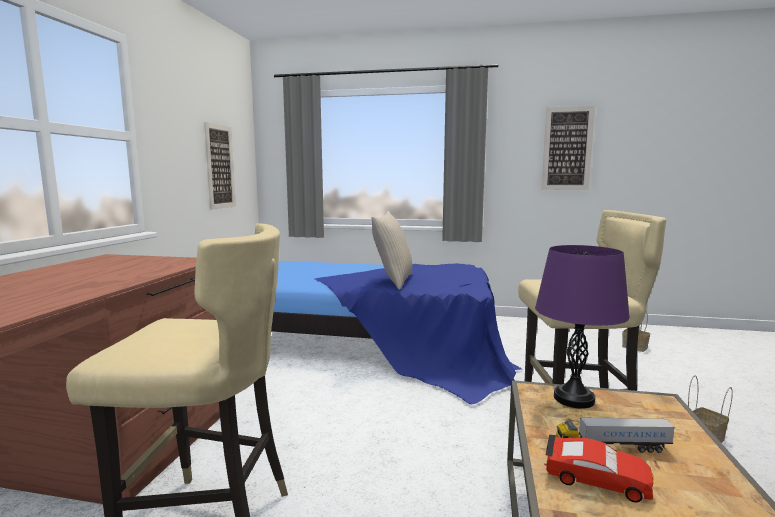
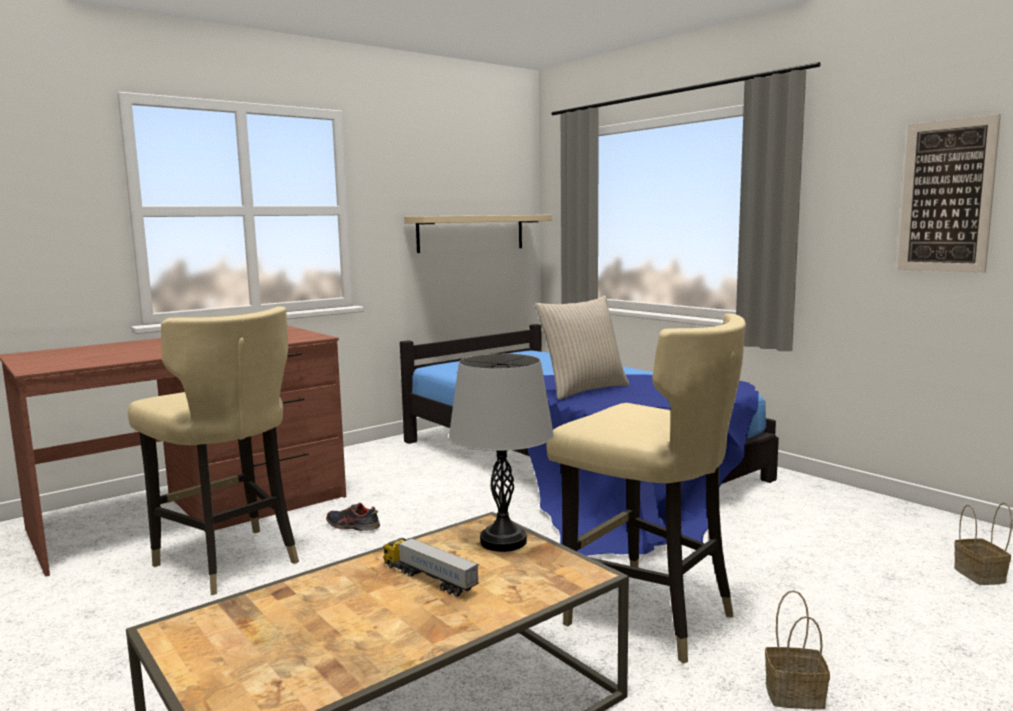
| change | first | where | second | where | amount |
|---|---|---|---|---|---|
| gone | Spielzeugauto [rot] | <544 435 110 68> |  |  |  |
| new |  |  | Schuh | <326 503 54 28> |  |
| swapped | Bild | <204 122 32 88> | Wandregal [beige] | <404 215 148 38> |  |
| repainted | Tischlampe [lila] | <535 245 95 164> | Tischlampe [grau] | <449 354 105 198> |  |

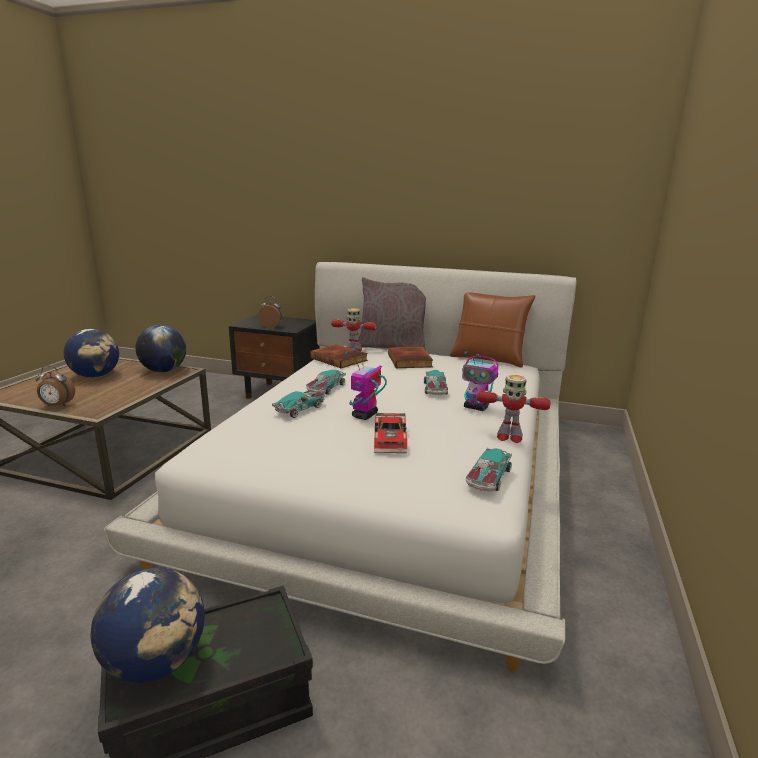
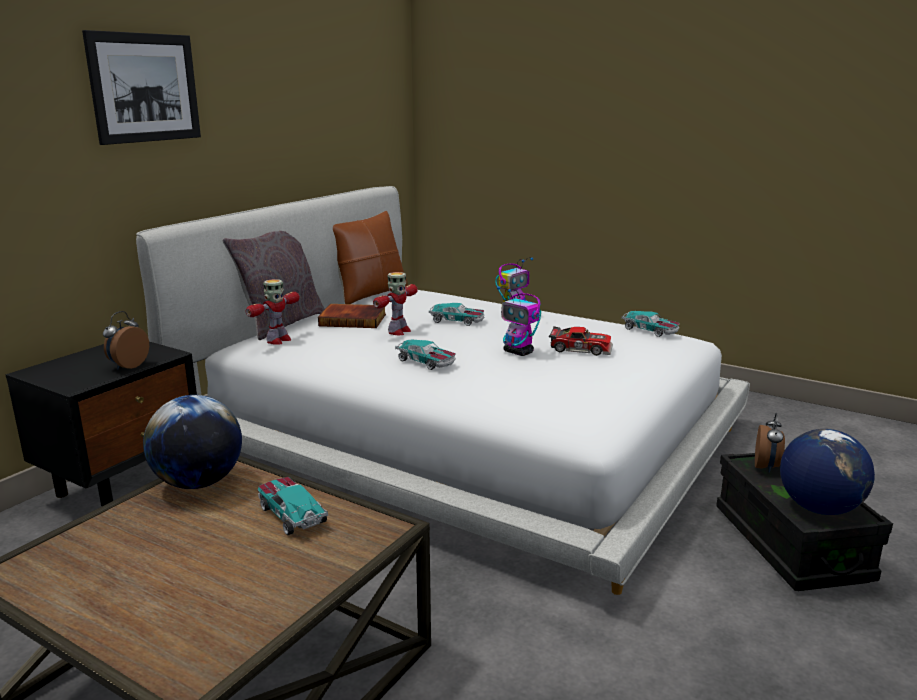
| change | first | where | second | where | amount |
|---|---|---|---|---|---|
| gone | Globus | <64 329 55 49> |  |  |  |
| gone | Buch | <310 344 58 24> |  |  |  |
| new |  |  | Bild | <82 30 119 115> |  |
| shifted | Wecker | <35 365 40 42> |  | <755 413 30 60> |  |
| shifted | Spielzeugauto | <272 390 53 28> |  | <258 477 70 58> |  |
| shifted | Spielzeugroboter | <477 375 74 68> |  | <373 272 45 63> |  |

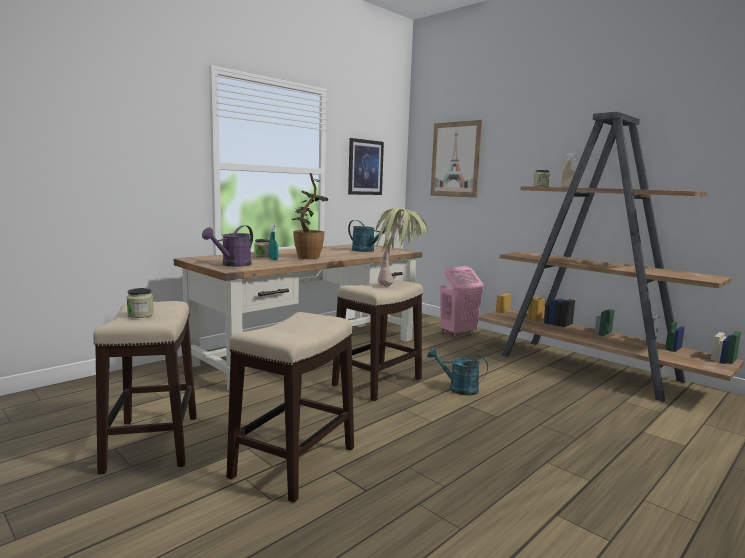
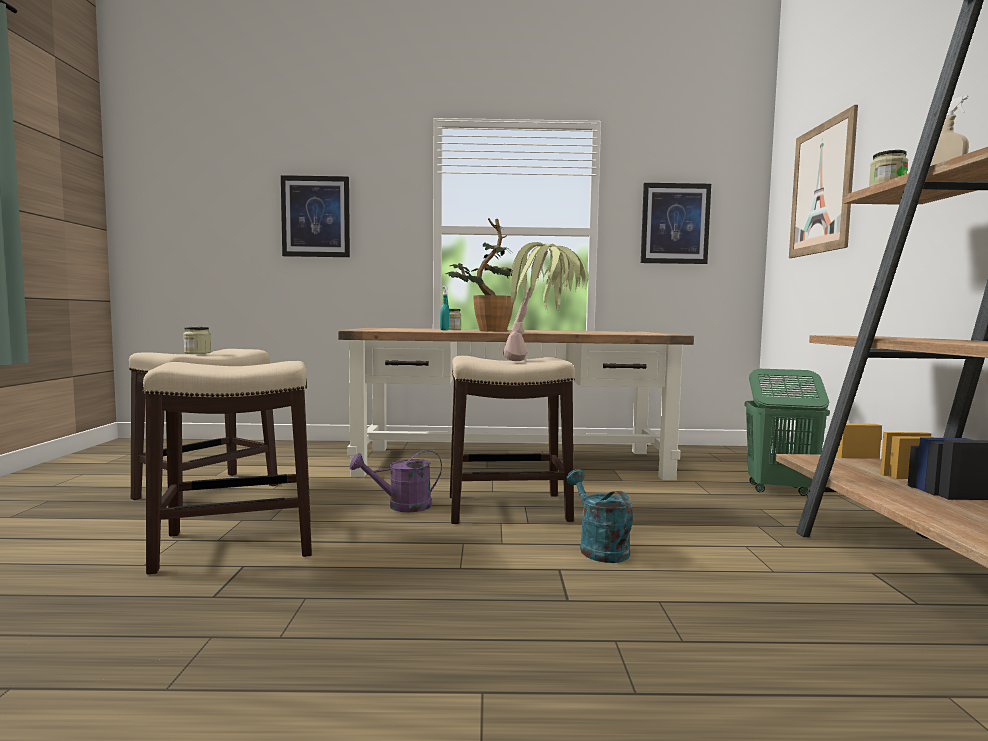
| change | first | where | second | where | amount |
|---|---|---|---|---|---|
| gone | Gießkanne [türkis] | <348 220 44 32> |  |  |  |
| new |  |  | Bild | <281 175 69 82> |  |
| shifted | Gießkanne [lila] | <202 225 51 42> |  | <350 450 92 62> |  |
| repainted | Wäschekorb [rosa] | <439 266 45 71> | Wäschekorb [grün] | <744 369 86 127> |  |

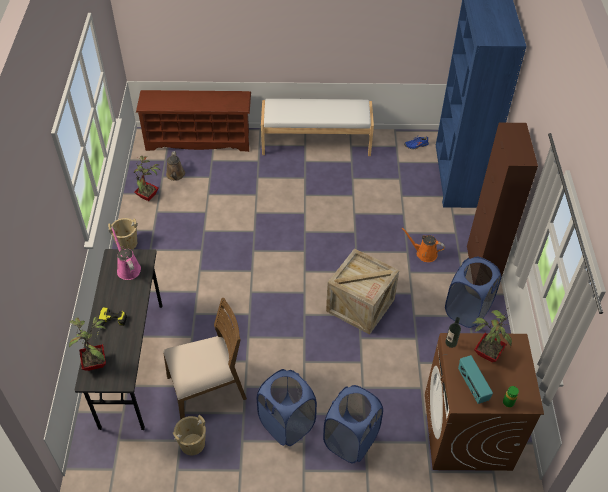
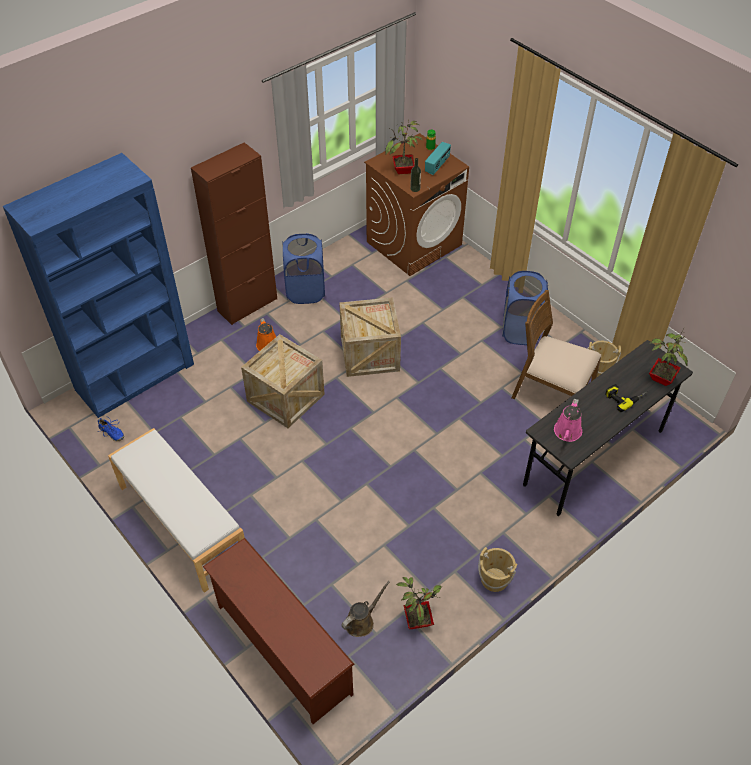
| change | first | where | second | where | amount |
|---|---|---|---|---|---|
| gone | Wäschekorb [blau] | <323 385 60 78> |  |  |  |
| new |  |  | Kiste | <241 334 84 94> |  |

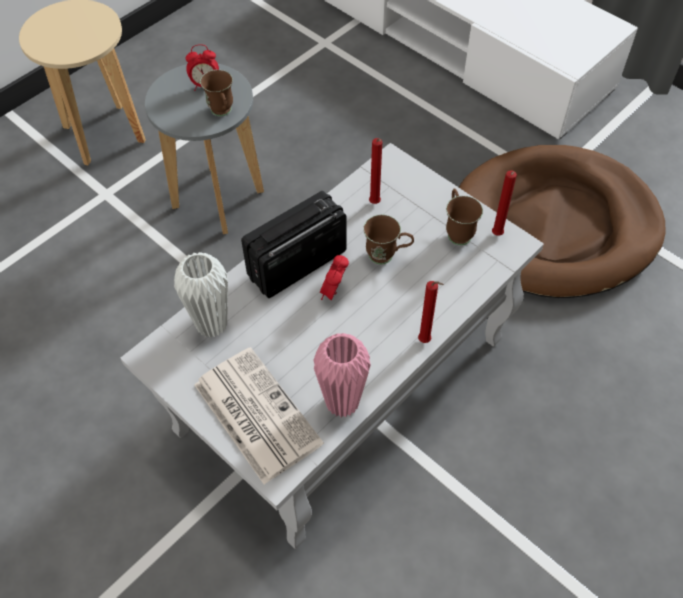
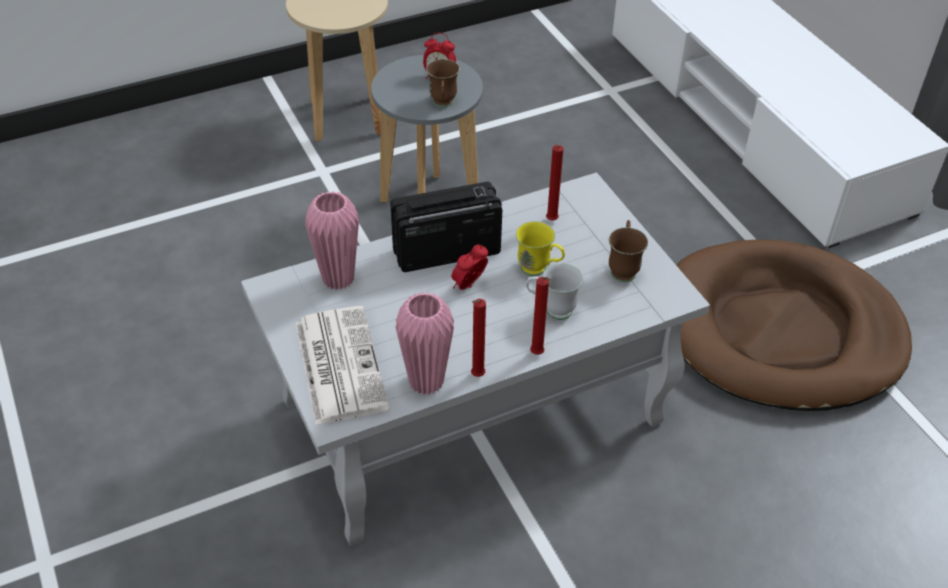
| change | first | where | second | where | amount |
|---|---|---|---|---|---|
| new |  |  | Henkelbecher [weiß] | <526 264 57 56> |  |
| shifted | Kerze [rot] | <492 170 25 66> |  | <471 299 15 78> |  |
| repainted | Vase [weiß] | <174 252 54 86> | Vase [rosa] | <305 191 54 99> |  |
| repainted | Henkelbecher [braun] | <363 215 51 50> | Henkelbecher [gelb] | <516 221 49 55> |  |

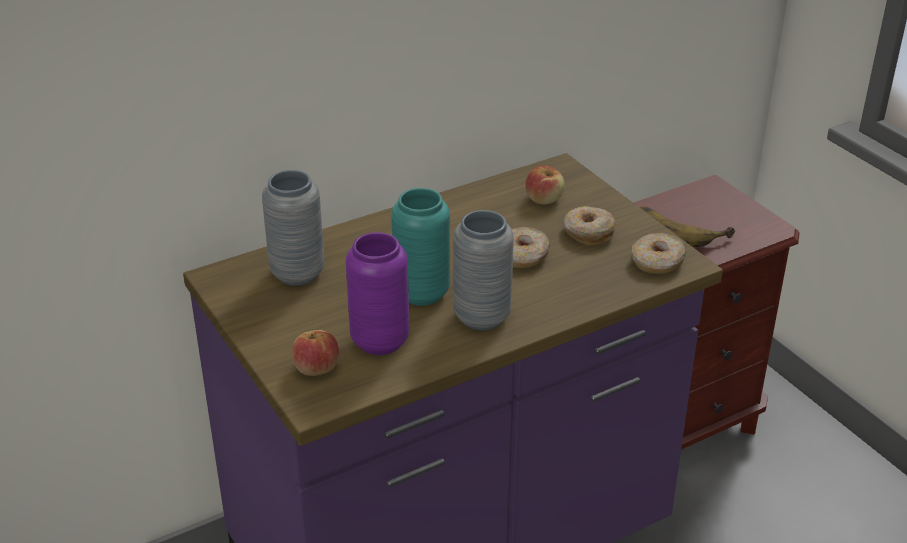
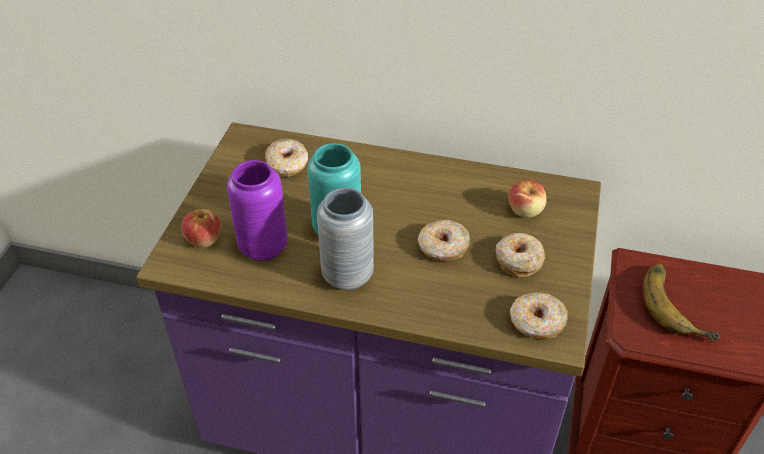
| change | first | where | second | where | amount |
|---|---|---|---|---|---|
| swapped | Vase [grau] | <262 170 63 116> | Donut | <265 139 43 38> |  |

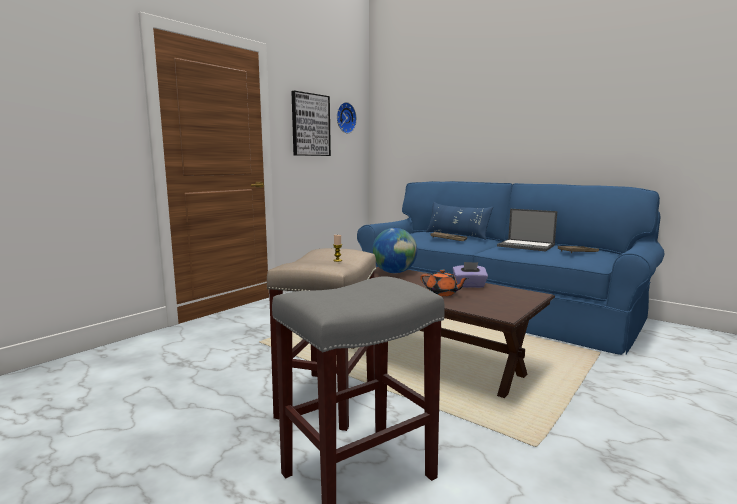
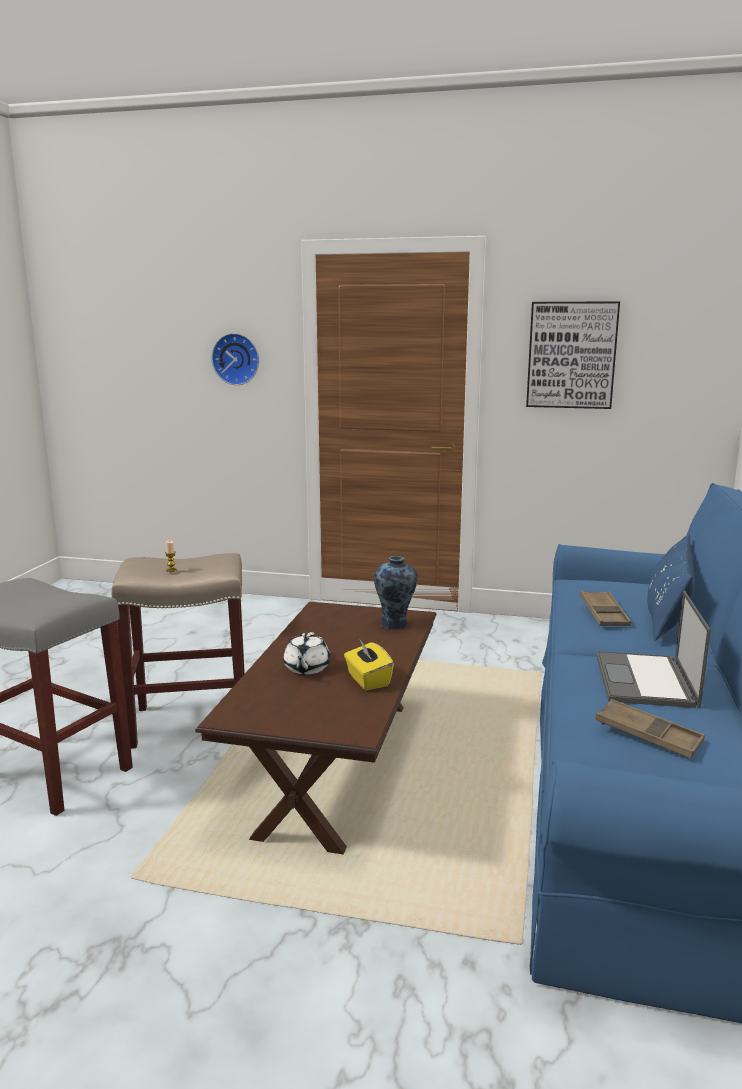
| change | first | where | second | where | amount |
|---|---|---|---|---|---|
| shifted | Wanduhr | <337 102 20 31> |  | <211 333 48 52> |  |
| swapped | Globus | <372 228 45 45> | Vase | <374 556 44 74> |  |
| repainted | Teekanne [orange] | <420 269 49 27> | Teekanne [weiß] | <283 632 47 43> |  |
| repainted | Taschentuchbox [lila] | <453 262 35 26> | Taschentuchbox [gelb] | <344 640 50 50> |  |

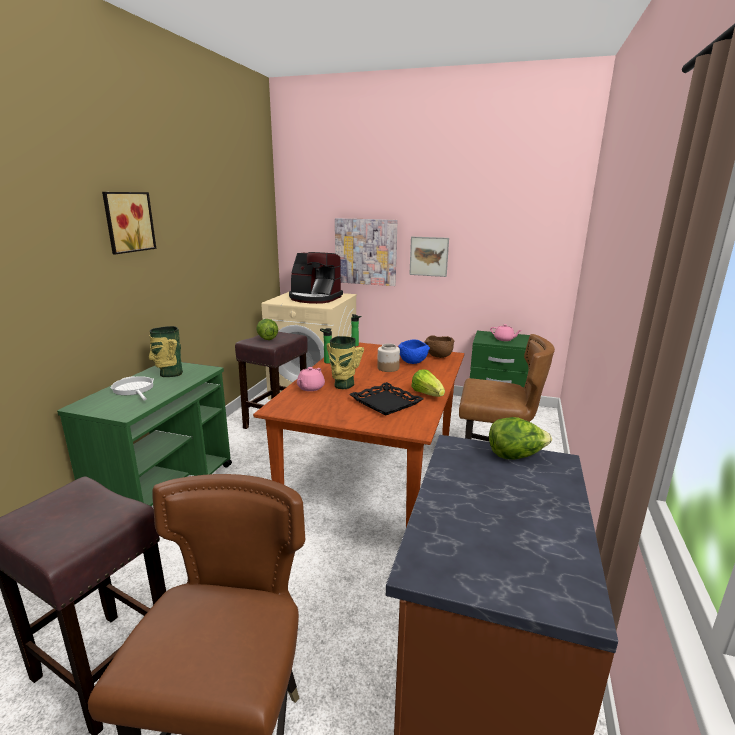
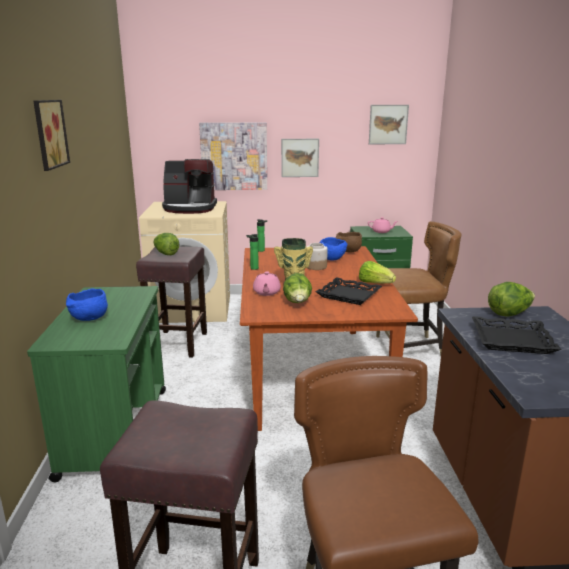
| change | first | where | second | where | amount |
|---|---|---|---|---|---|
| gone | Vase | <149 326 34 51> |  |  |  |
| new |  |  | Salatkopf | <283 273 29 30> |  |
| new |  |  | Bild | <369 105 40 39> |  |
| new |  |  | Tablett [schwarz] | <472 316 89 38> |  |
| swapped | Pfanne | <110 376 44 25> | Schüssel [blau] | <66 288 42 33> |  |

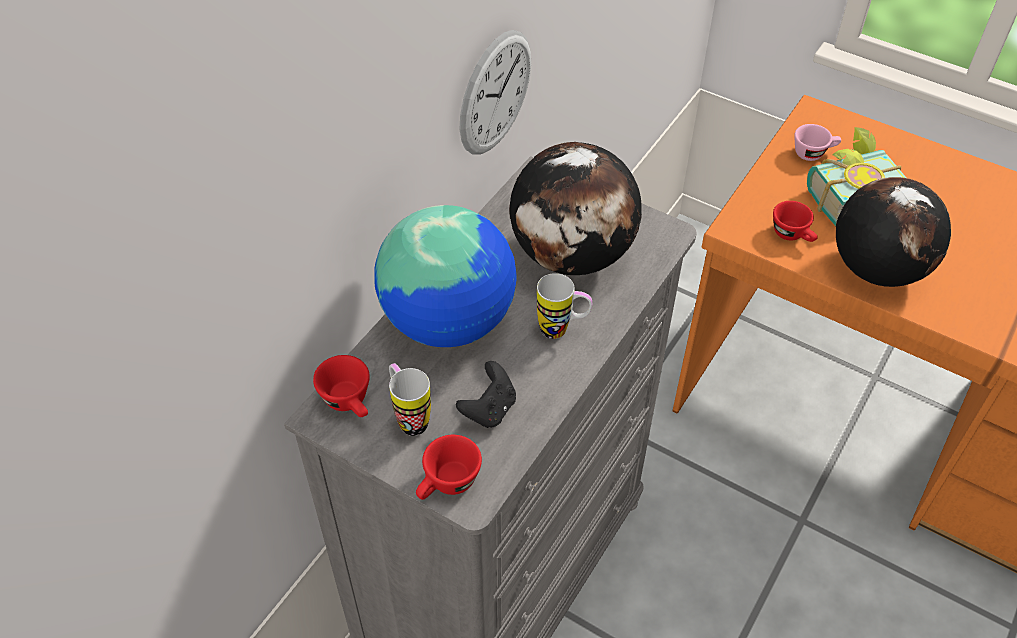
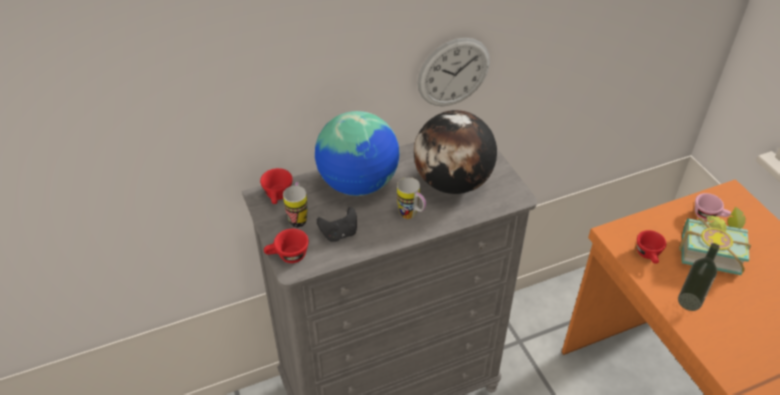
| change | first | where | second | where | amount |
|---|---|---|---|---|---|
| swapped | Globus | <836 177 115 110> | Flasche | <678 243 42 68> |  |

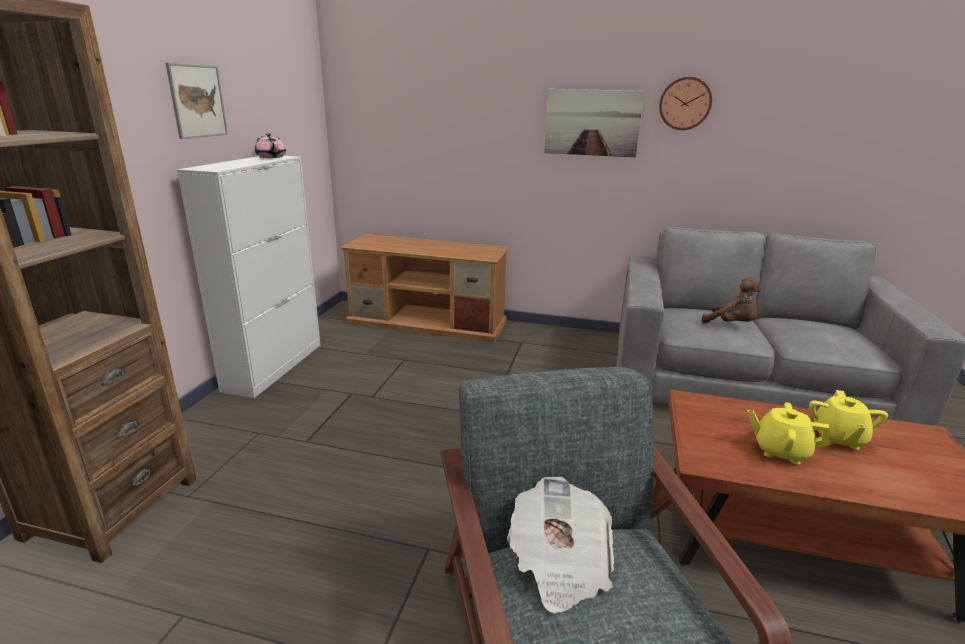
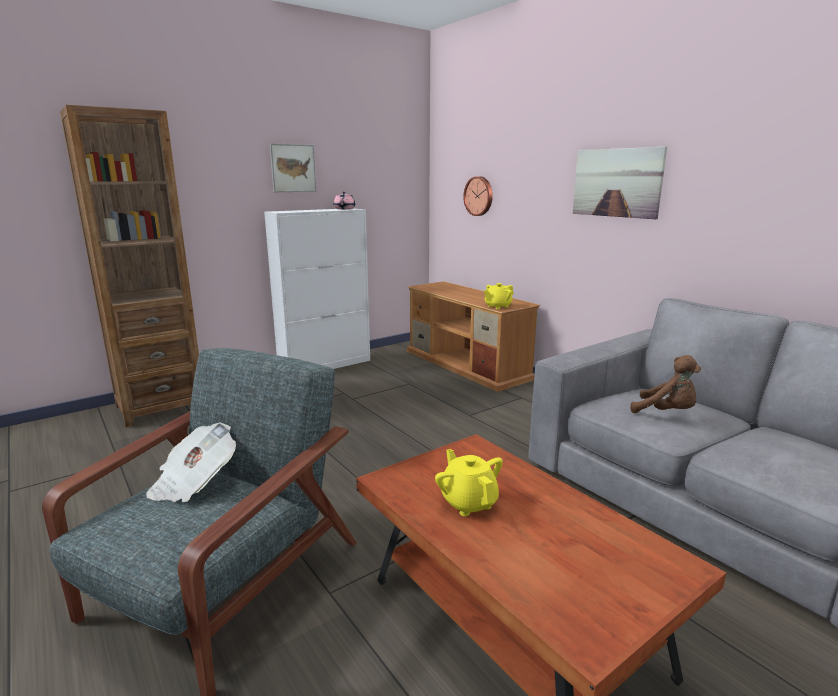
| change | first | where | second | where | amount |
|---|---|---|---|---|---|
| shifted | Wanduhr | <659 77 53 53> |  | <463 176 30 40> |  |
| shifted | Teekanne [gelb] | <809 390 79 60> |  | <484 283 30 26> |  |
| rotated | Plüschtier [braun] | <702 277 60 47> |  | <630 355 71 58> | 45 degrees counterclockwise |

